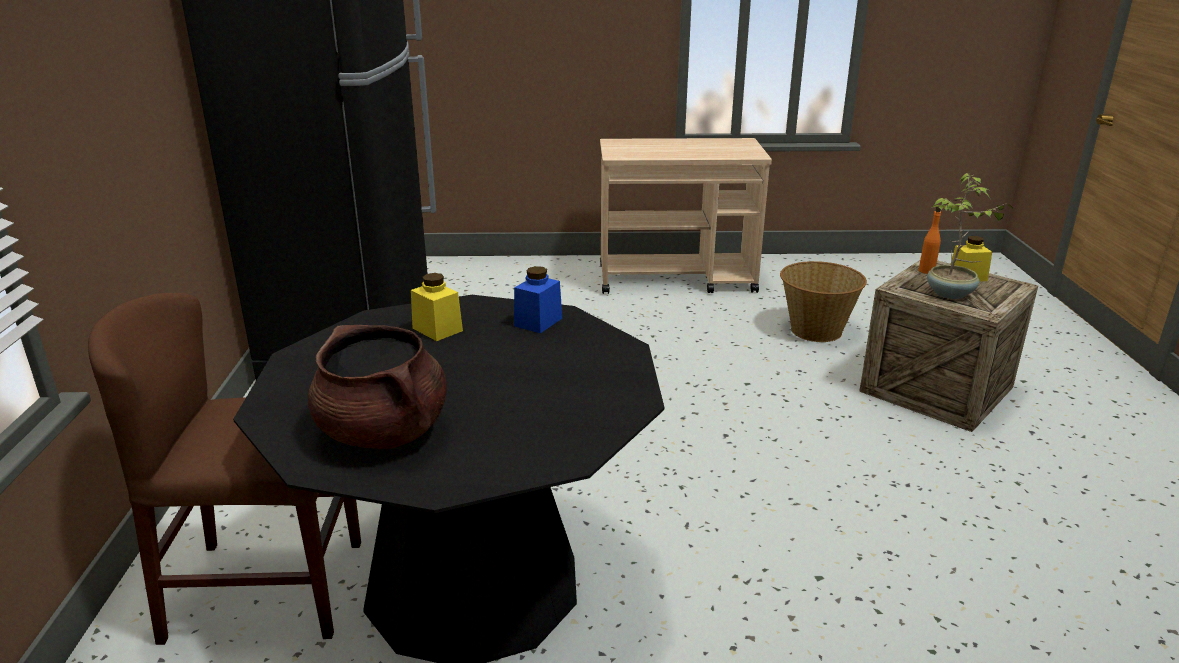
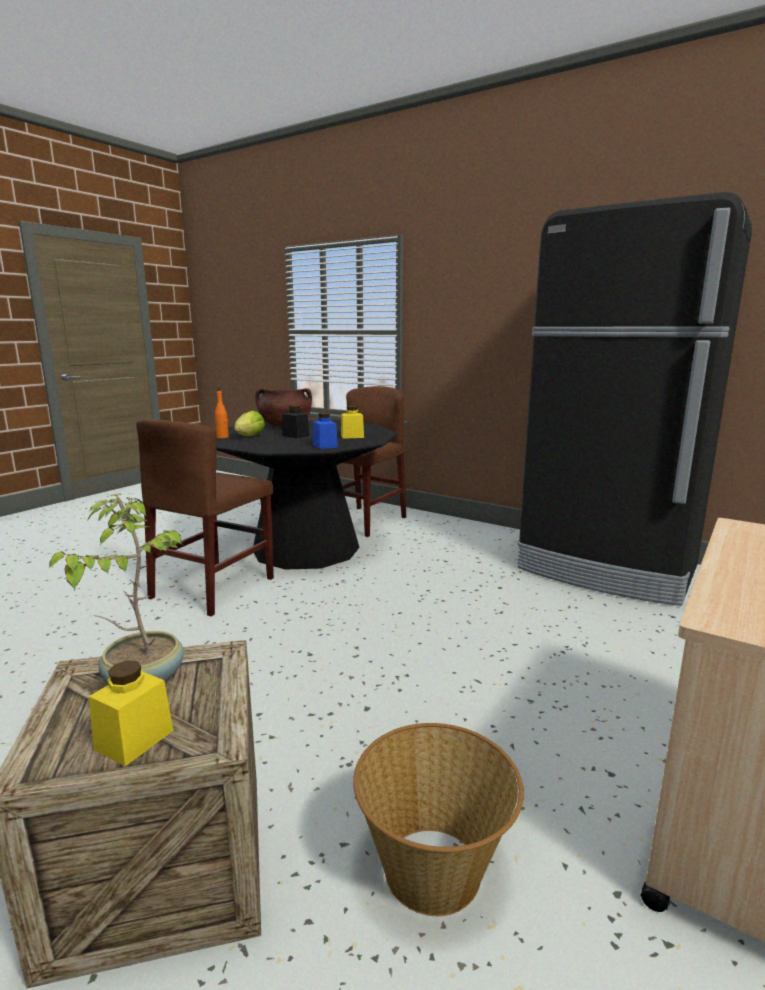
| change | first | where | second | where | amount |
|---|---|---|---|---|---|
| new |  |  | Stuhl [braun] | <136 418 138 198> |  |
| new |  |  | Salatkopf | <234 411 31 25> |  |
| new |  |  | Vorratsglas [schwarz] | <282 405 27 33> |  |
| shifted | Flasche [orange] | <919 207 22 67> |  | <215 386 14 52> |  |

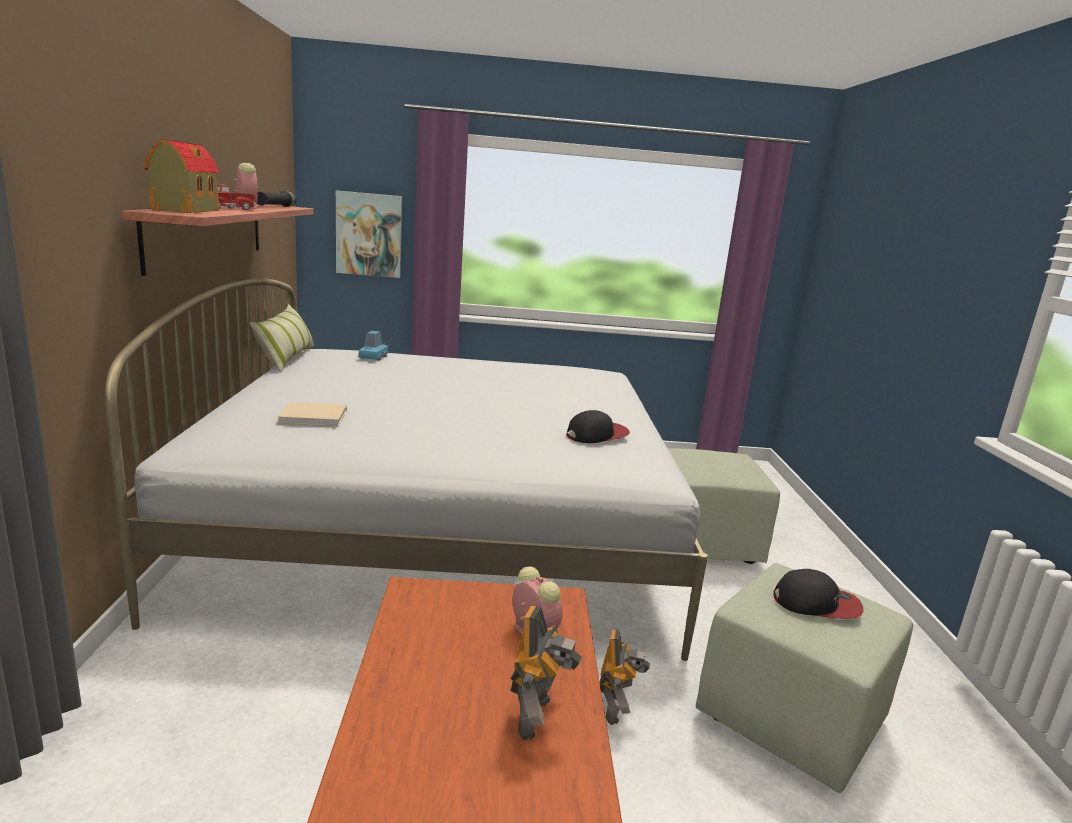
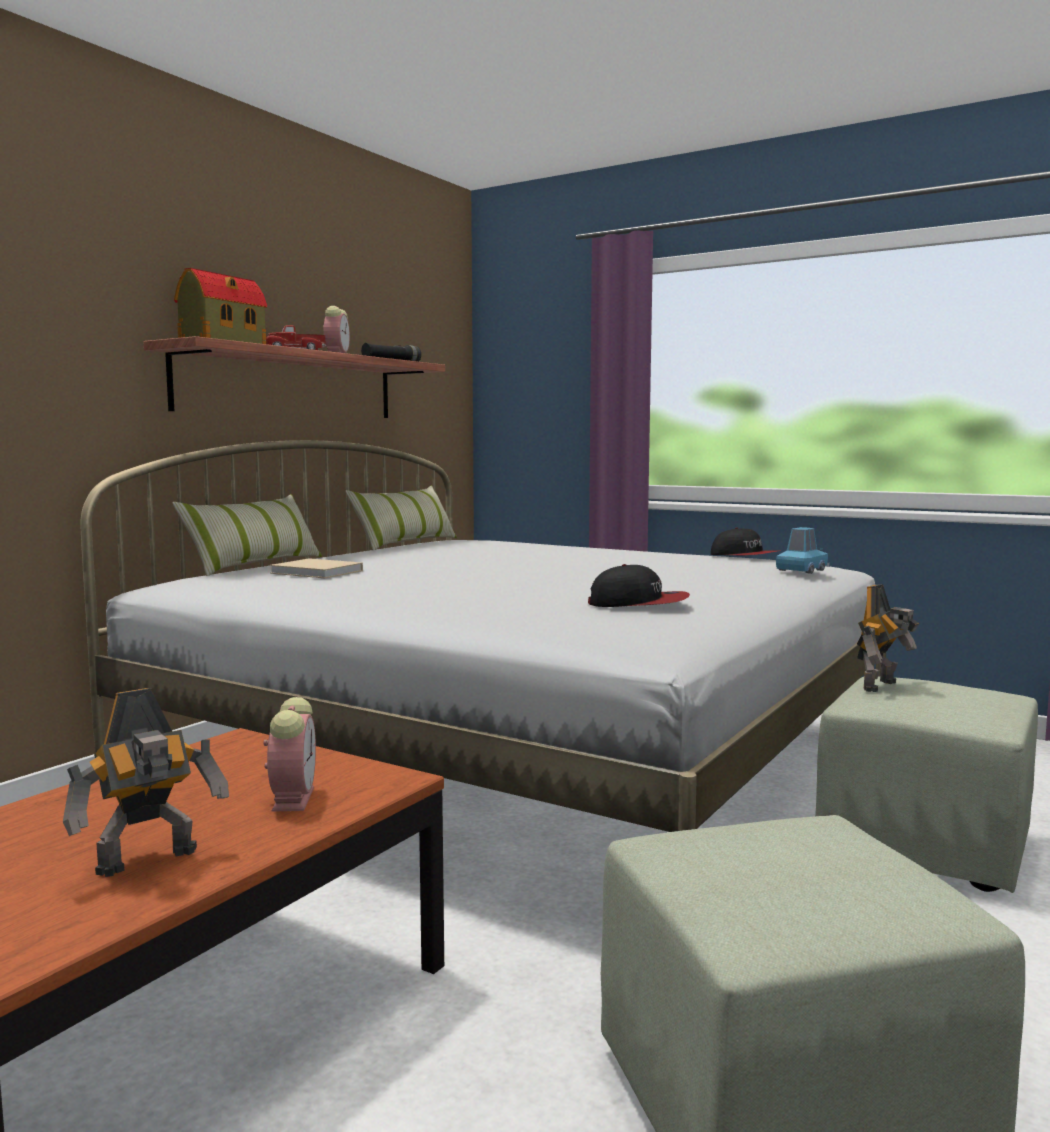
| change | first | where | second | where | amount |
|---|---|---|---|---|---|
| gone | Bild | <336 191 66 87> |  |  |  |
| new |  |  | Kissen | <172 494 150 82> |  |
| shifted | Spielzeugauto [blau] | <359 331 30 29> |  | <776 527 54 47> |  |
| shifted | Spielzeugroboter | <600 630 50 95> |  | <857 584 63 108> |  |
| shifted | Kappe | <773 569 91 50> |  | <711 528 68 27> |  |

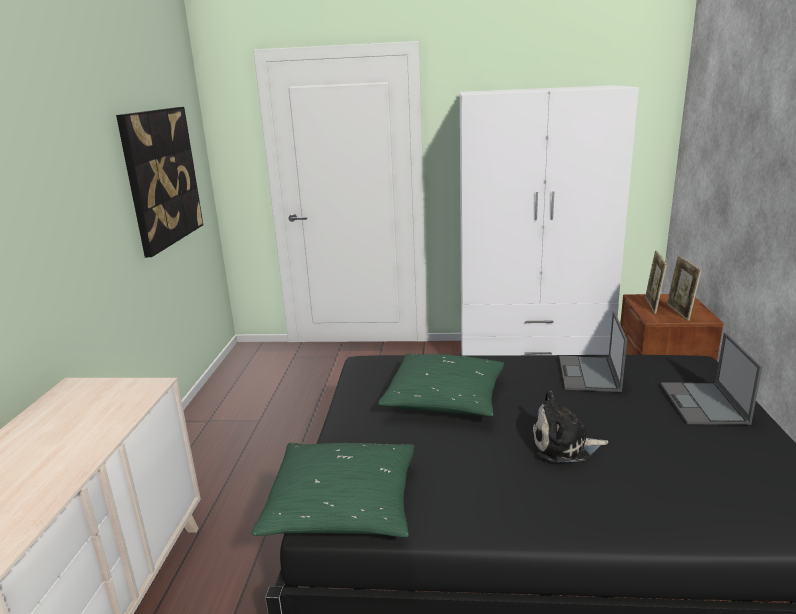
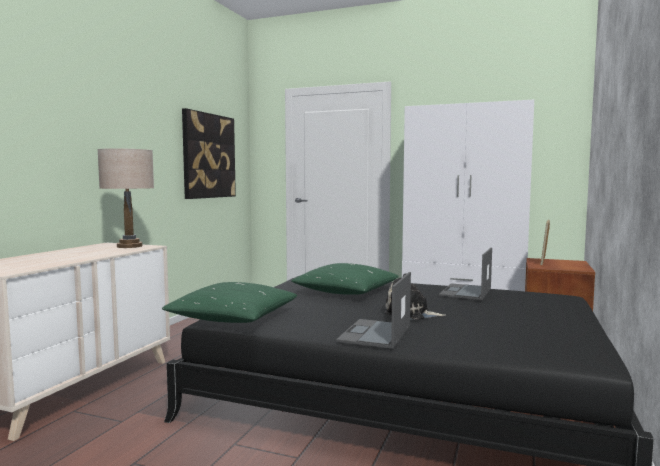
| change | first | where | second | where | amount |
|---|---|---|---|---|---|
| gone | Bilderrahmen | <667 255 35 66> |  |  |  |
| new |  |  | Tischlampe [beige] | <97 148 57 100> |  |
| shifted | Laptop | <661 332 101 93> |  | <336 272 75 77> |  |

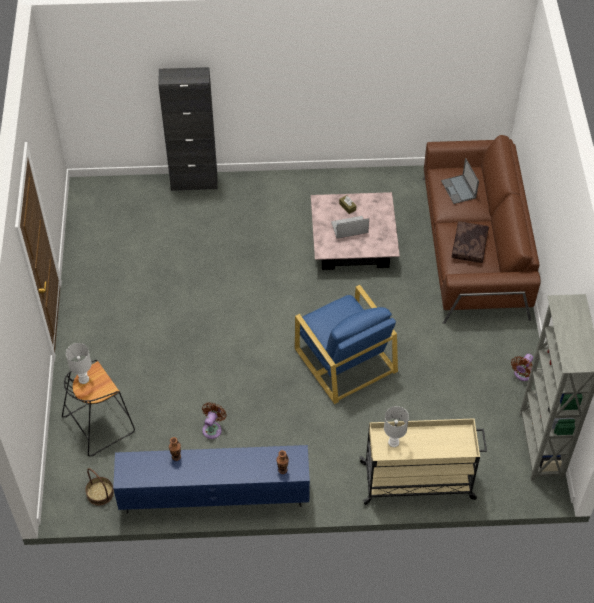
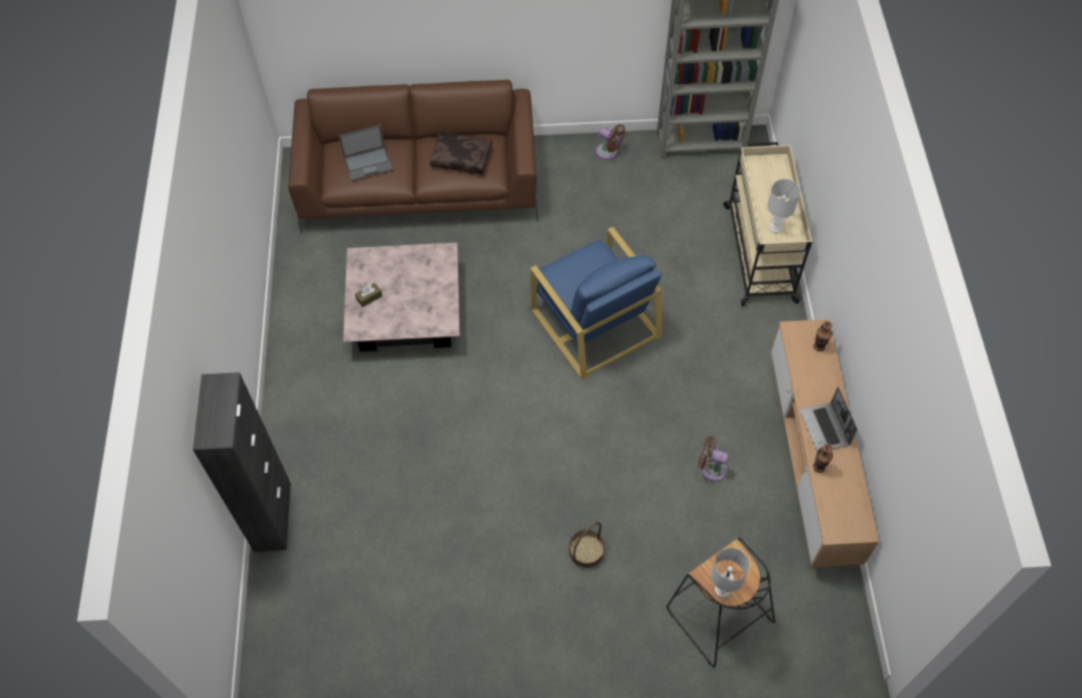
| change | first | where | second | where | amount |
|---|---|---|---|---|---|
| shifted | Korb | <85 468 29 37> |  | <569 522 36 46> |  |
| shifted | Laptop | <331 216 38 23> |  | <800 387 57 64> |  |
| repainted | Fernsehschrank [blau] | <113 445 197 69> | Fernsehschrank [braun] | <770 319 109 249> |  |
| rotated | Sessel [blau] | <295 285 103 119> |  | <530 227 132 153> | 90 degrees clockwise |

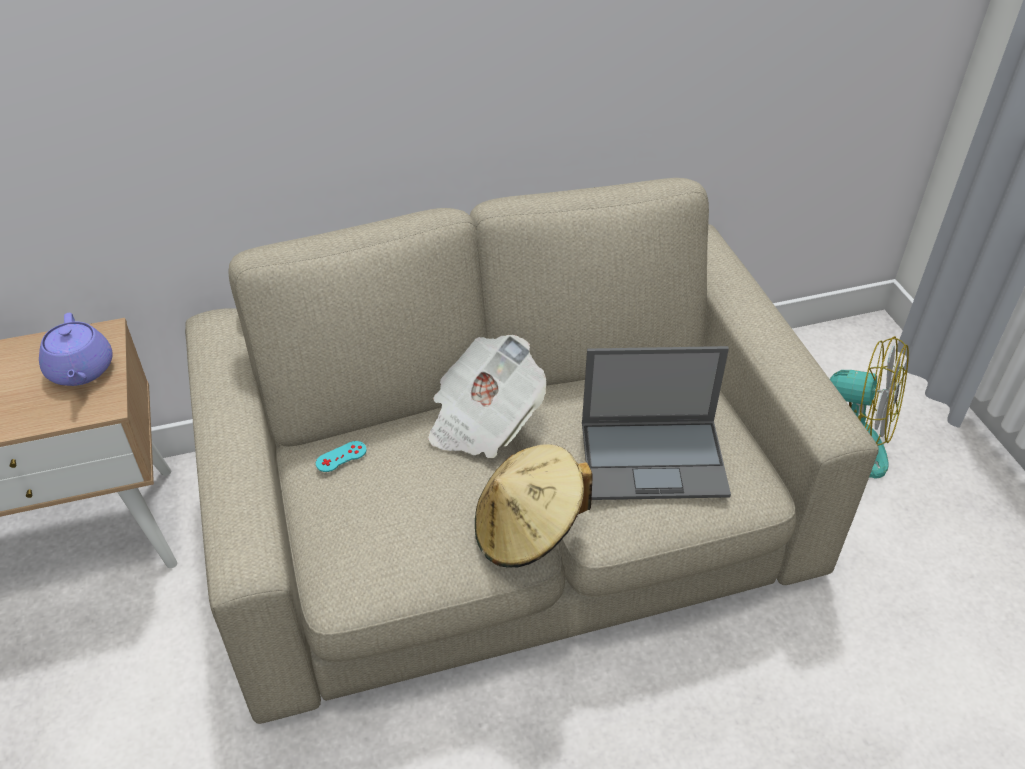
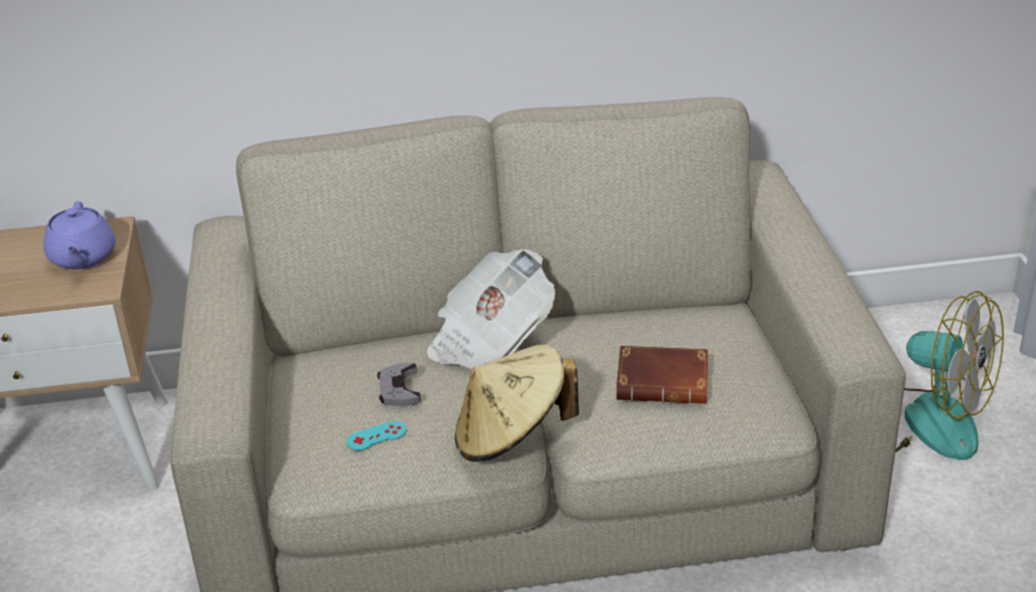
| change | first | where | second | where | amount |
|---|---|---|---|---|---|
| new |  |  | Gamepad [grau] | <377 363 44 43> |  |
| shifted | Gamepad [türkis] | <316 441 51 31> |  | <346 421 60 30> |  |
| swapped | Laptop | <582 346 149 154> | Buch [braun] | <616 346 92 58> |  |

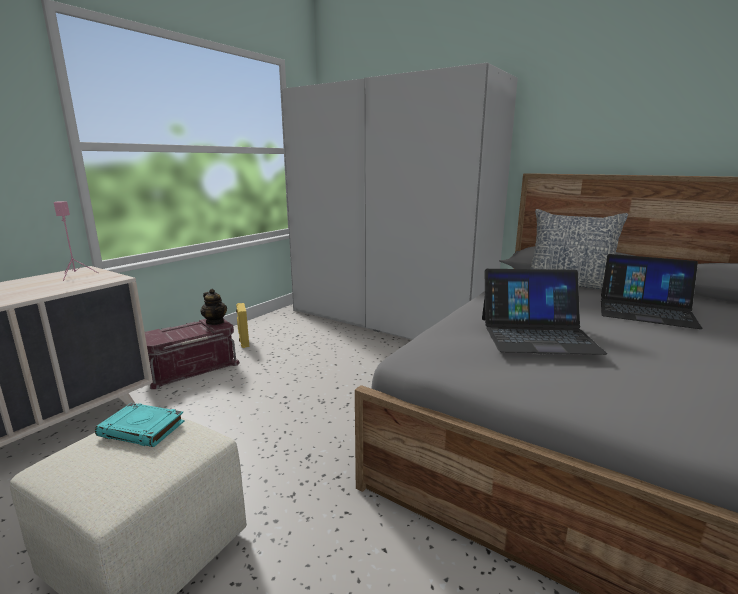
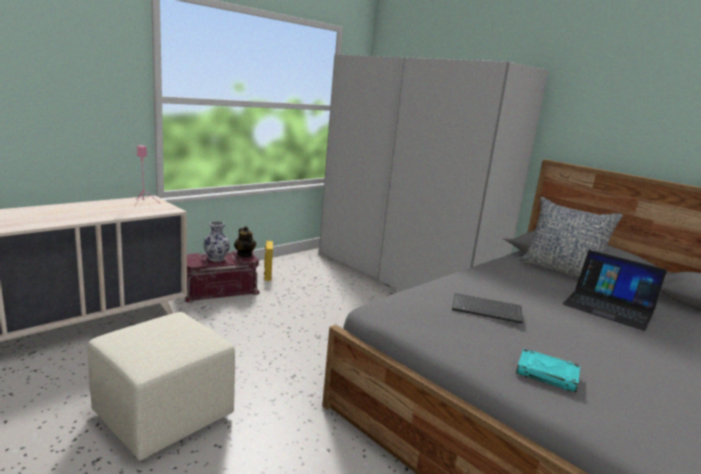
| change | first | where | second | where | amount |
|---|---|---|---|---|---|
| new |  |  | Vase | <203 221 27 41> |  |
| shifted | Buch [türkis] | <95 403 89 44> |  | <516 348 64 44> |  |
| swapped | Laptop | <482 269 125 86> | Tastatur | <452 293 71 31> |  |

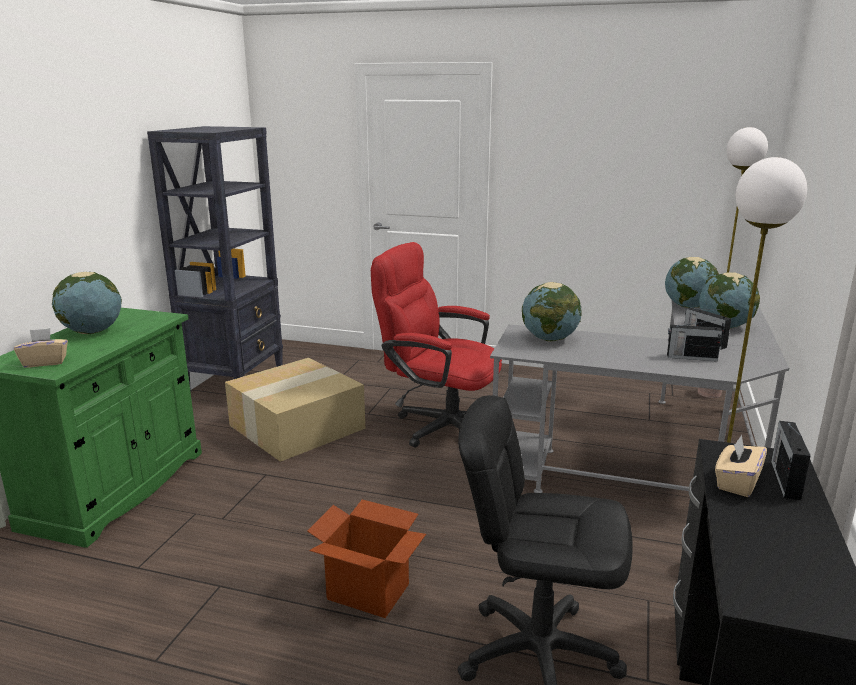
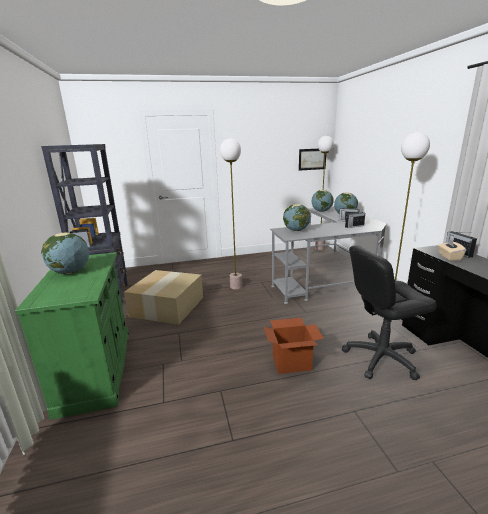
| change | first | where | second | where | amount |
|---|---|---|---|---|---|
| gone | Taschentuchbox [beige] | <14 328 54 40> |  |  |  |
| new |  |  | Bild | <299 149 27 22> |  |
| swapped | Bürostuhl [rot] | <371 242 131 206> | Stehlampe | <220 138 22 152> |  |

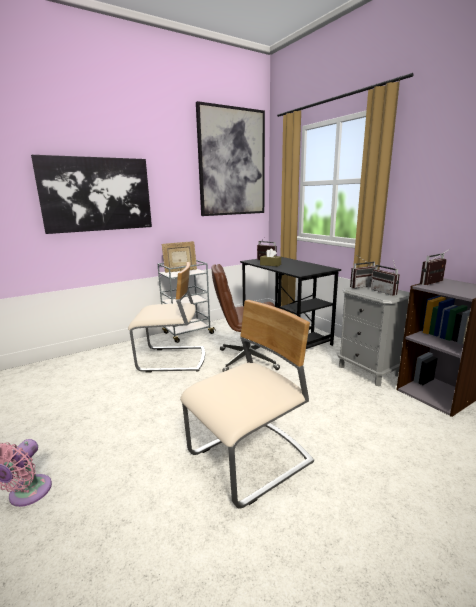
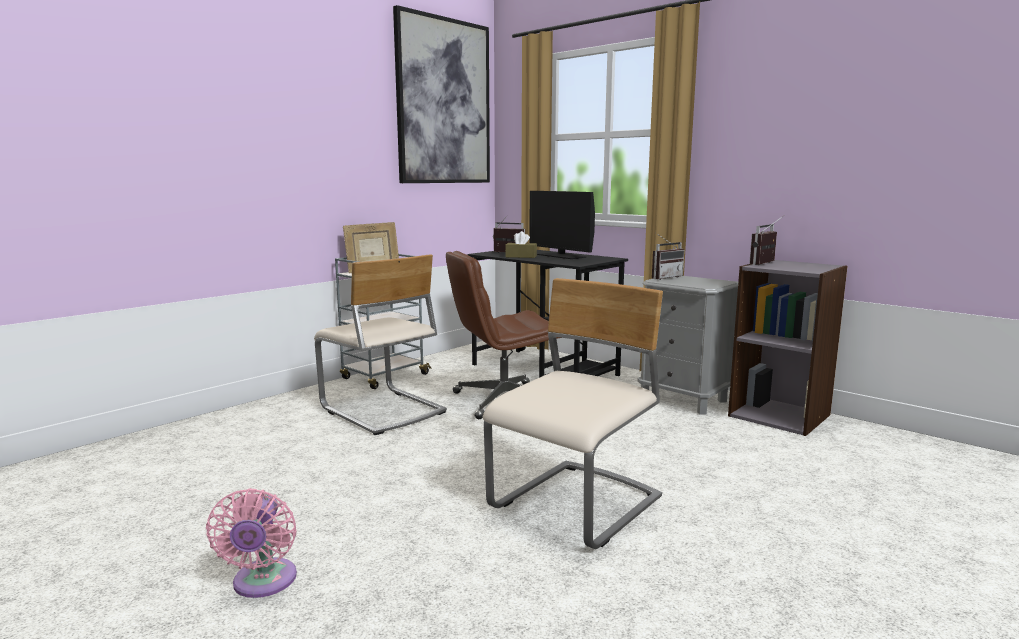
| change | first | where | second | where | amount |
|---|---|---|---|---|---|
| gone | Bild | <31 155 121 79> |  |  |  |
| gone | Radio | <371 260 29 36> |  |  |  |
| new |  |  | Monitor | <529 191 66 68> |  |
| rotated | Stuhl [beige] | <128 262 77 111> |  | <314 254 133 181> | 60 degrees clockwise |

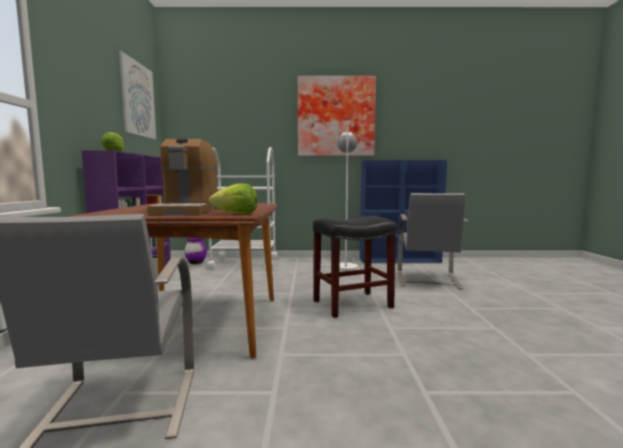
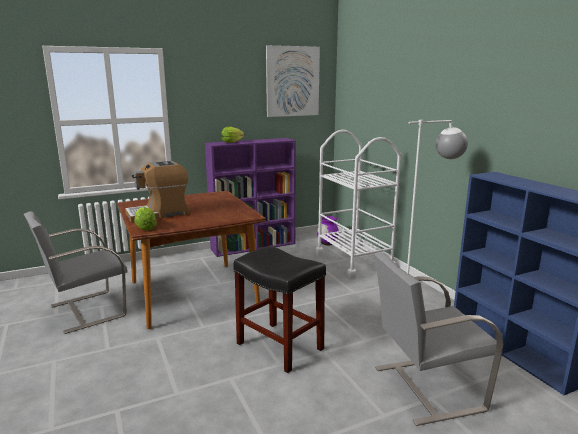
| change | first | where | second | where | amount |
|---|---|---|---|---|---|
| gone | Bild | <298 76 78 80> |  |  |  |

